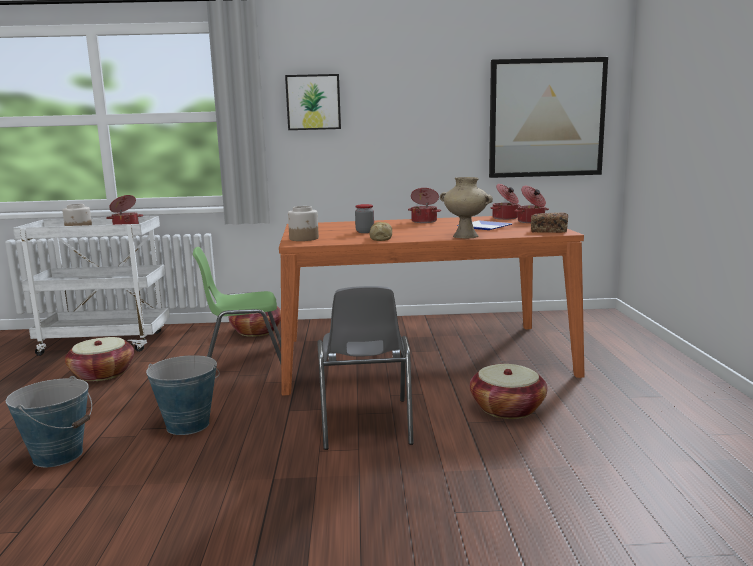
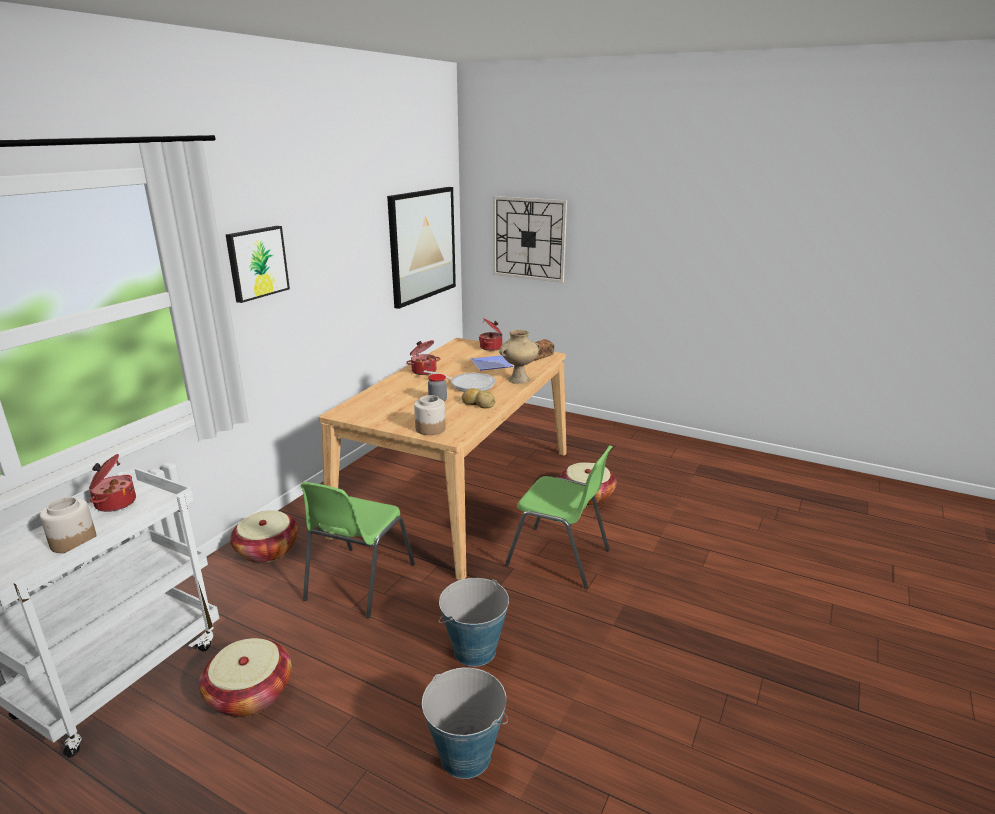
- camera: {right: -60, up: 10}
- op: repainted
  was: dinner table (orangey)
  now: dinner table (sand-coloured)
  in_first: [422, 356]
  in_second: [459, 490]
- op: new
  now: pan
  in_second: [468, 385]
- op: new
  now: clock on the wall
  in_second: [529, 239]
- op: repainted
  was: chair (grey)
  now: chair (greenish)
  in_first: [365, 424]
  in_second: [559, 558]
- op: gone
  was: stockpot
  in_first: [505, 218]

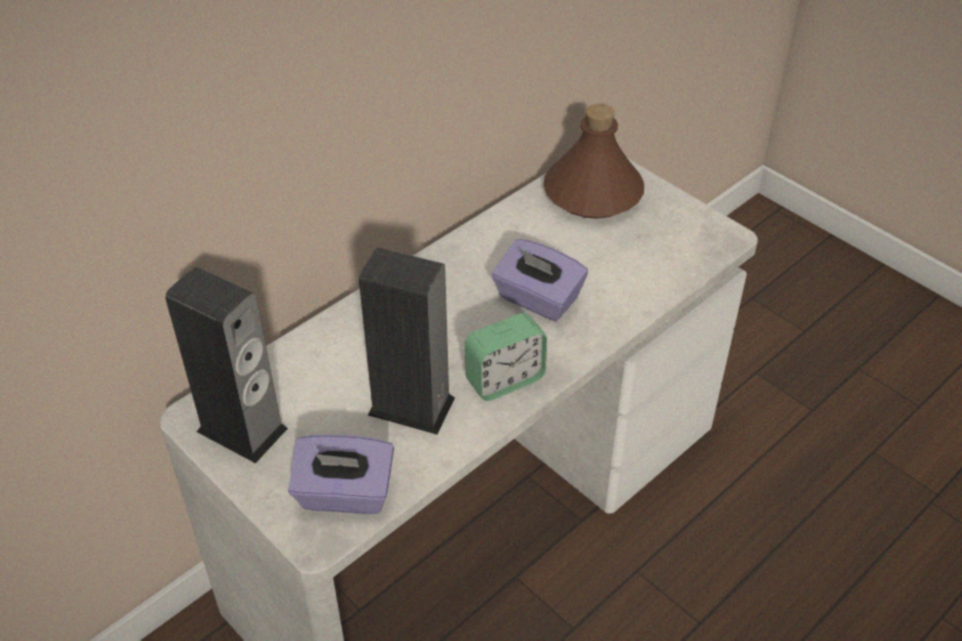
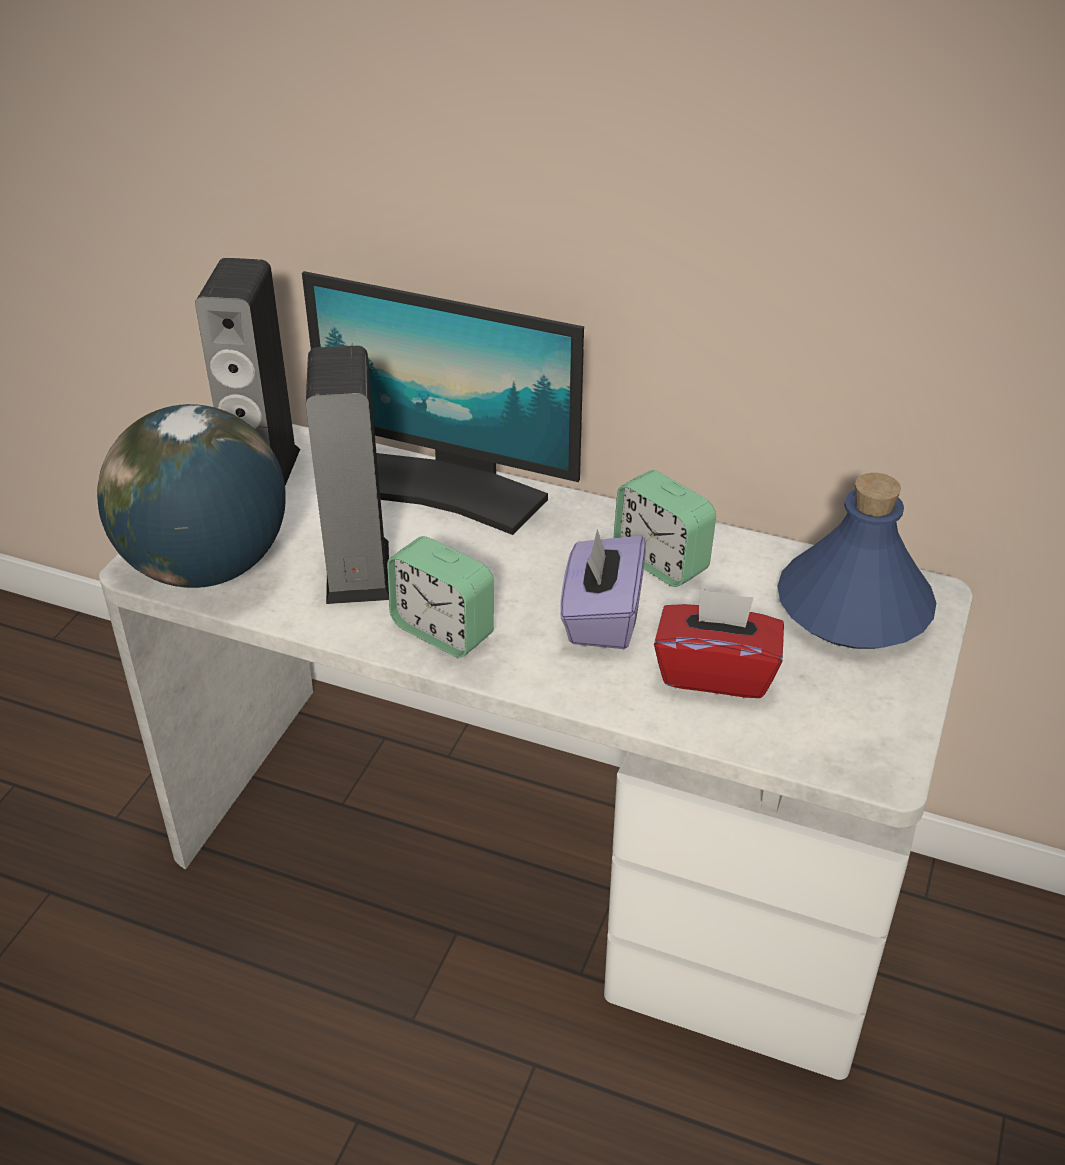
- camera: {right: 65, up: -5}
- op: swapped
  was: tissue box (purple)
  now: desk globe
  in_first: [344, 494]
  in_second: [208, 566]
- op: new
  now: computer screen
  in_second: [451, 491]
- op: new
  now: bedside clock
  in_second: [661, 561]
- op: new
  now: tissue box (red)
  in_second: [715, 672]
- op: repainted
  was: drink bottle (brown-coloured)
  now: drink bottle (blue-coloured)
  in_first: [593, 193]
  in_second: [854, 608]

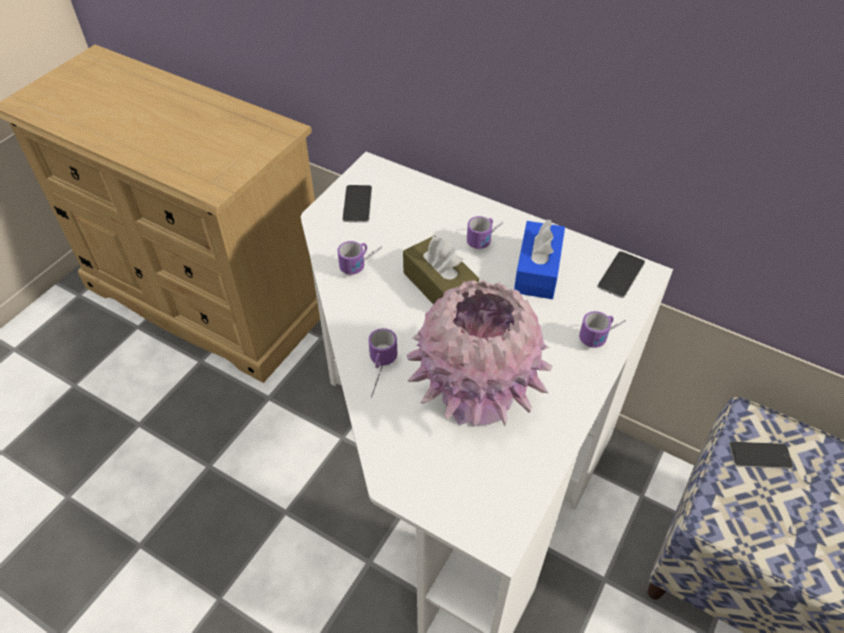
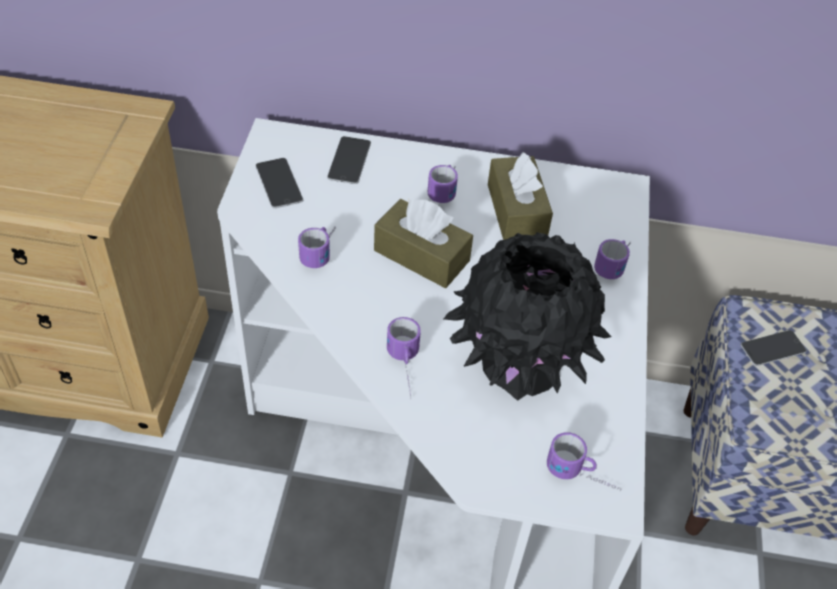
- camera: {right: -25, up: 0}
- op: shifted
  was: phone
  in_first: [621, 274]
  in_second: [349, 160]
- op: repainted
  was: flower vase (pink-coloured)
  now: flower vase (black)
  in_first: [475, 396]
  in_second: [519, 365]
- op: repainted
  was: tissue box (blue-coloured)
  now: tissue box (brown-coloured)
  in_first: [537, 270]
  in_second: [516, 211]
- op: new
  now: coffee mug
  in_second: [582, 478]

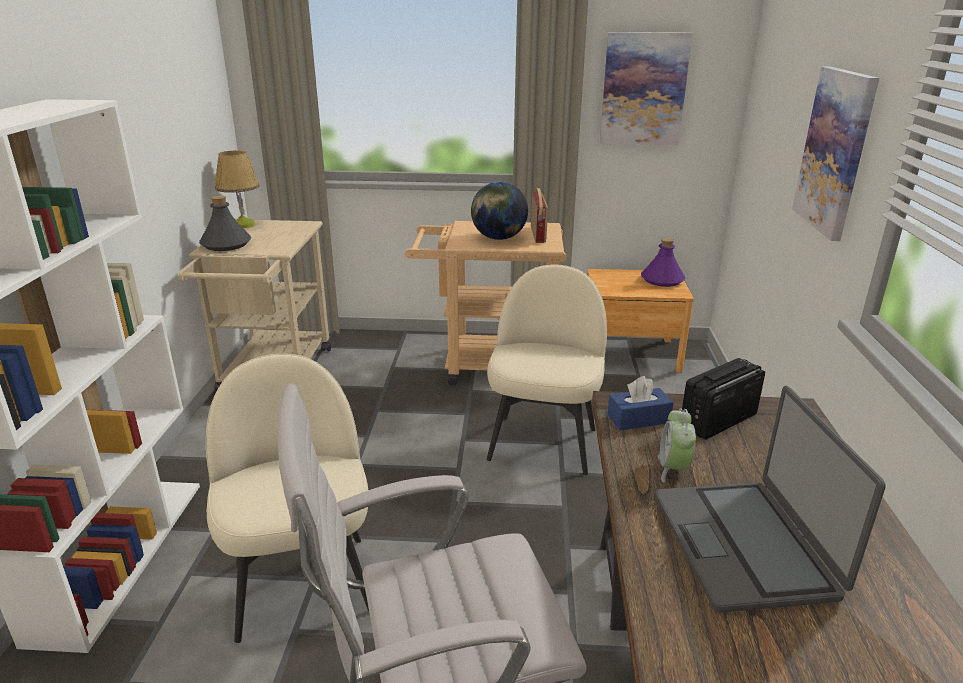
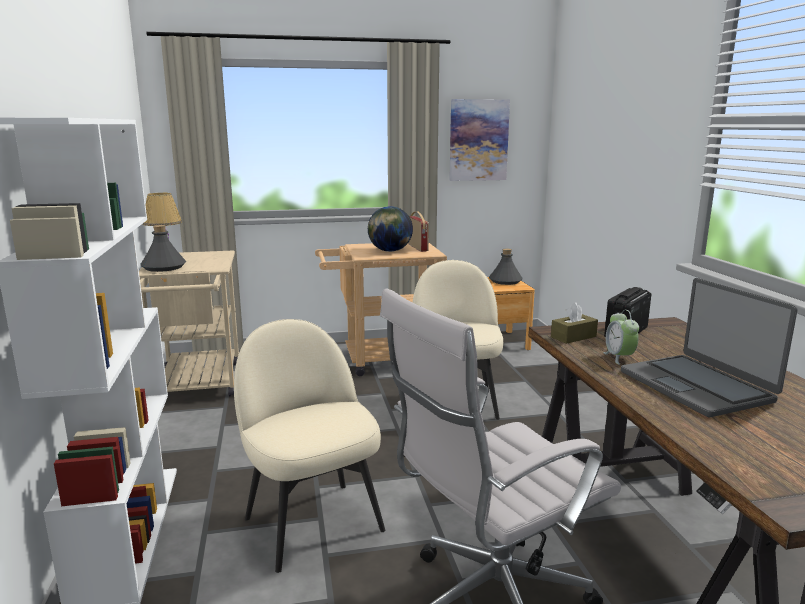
- camera: {right: -15, up: -10}
- op: repainted
  was: drink bottle (purple)
  now: drink bottle (grey)
  in_first: [662, 280]
  in_second: [505, 281]
- op: repainted
  was: tissue box (blue-coloured)
  now: tissue box (brown-coloured)
  in_first: [638, 419]
  in_second: [573, 337]
- op: gone
  was: picture
  in_first: [835, 151]

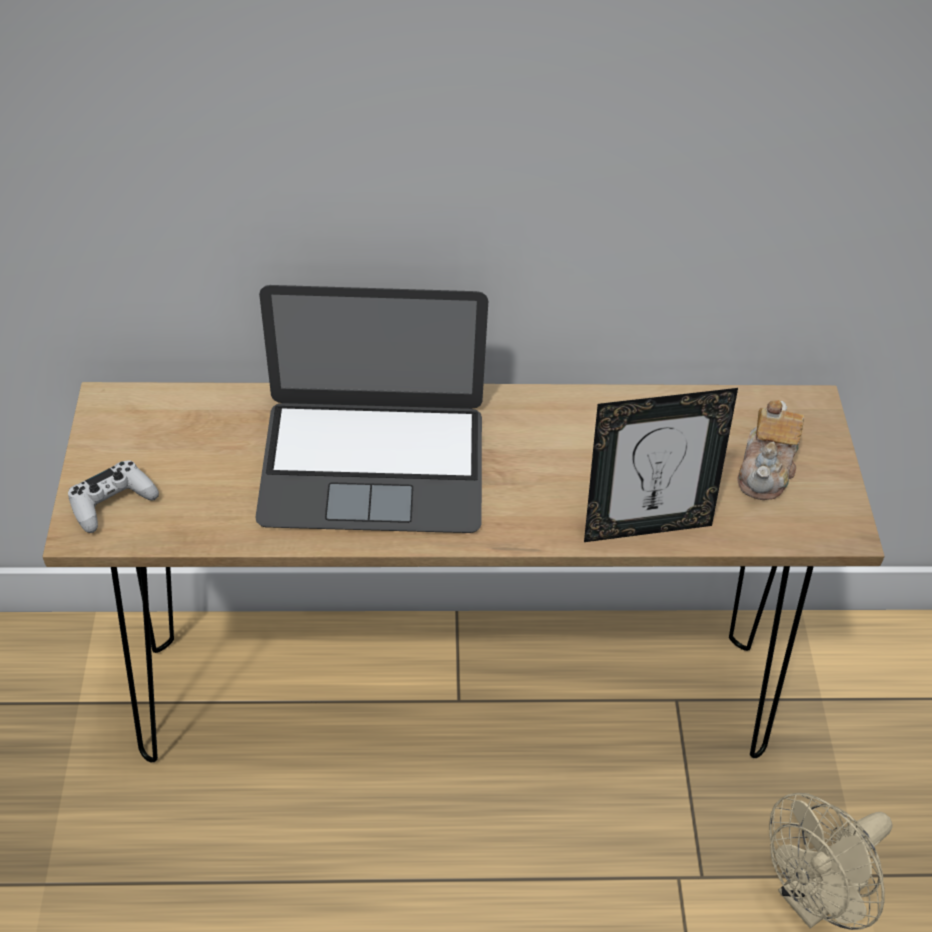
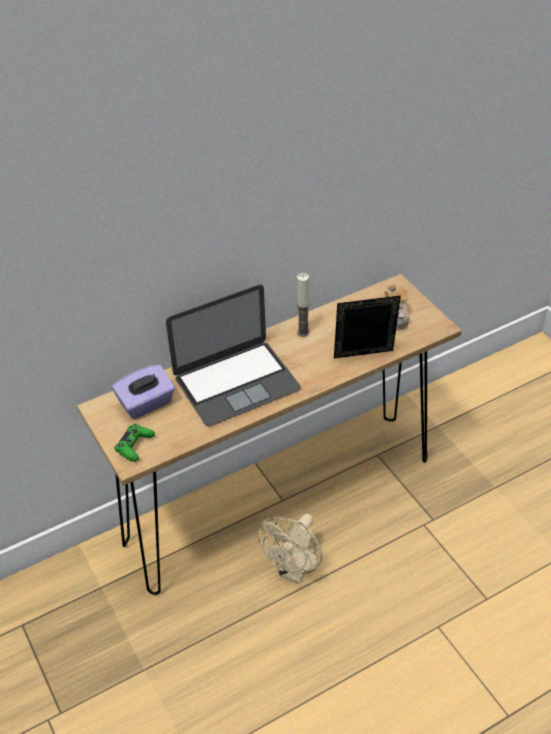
- camera: {right: -25, up: -5}
- op: new
  now: tissue box (purple)
  in_second: [146, 404]
- op: repainted
  was: gamepad (white)
  now: gamepad (greenish)
  in_first: [112, 502]
  in_second: [134, 446]
- op: shifted
  was: cooling fan (sand-coloured)
  in_first: [812, 898]
  in_second: [294, 570]
- op: new
  now: wax light
  in_second: [303, 332]
- op: rotated
  was: standing frame
  in_first: [645, 525]
  in_second: [364, 358]
  clockwise: -150

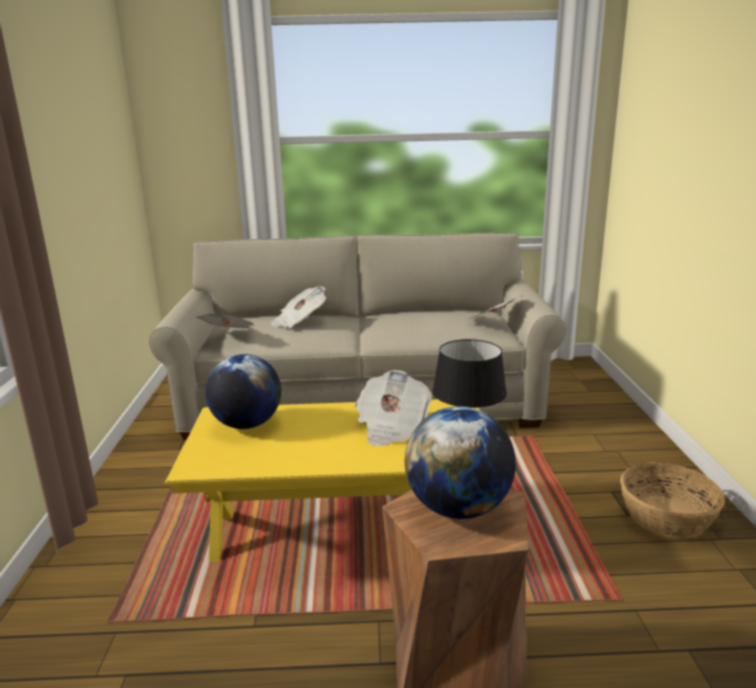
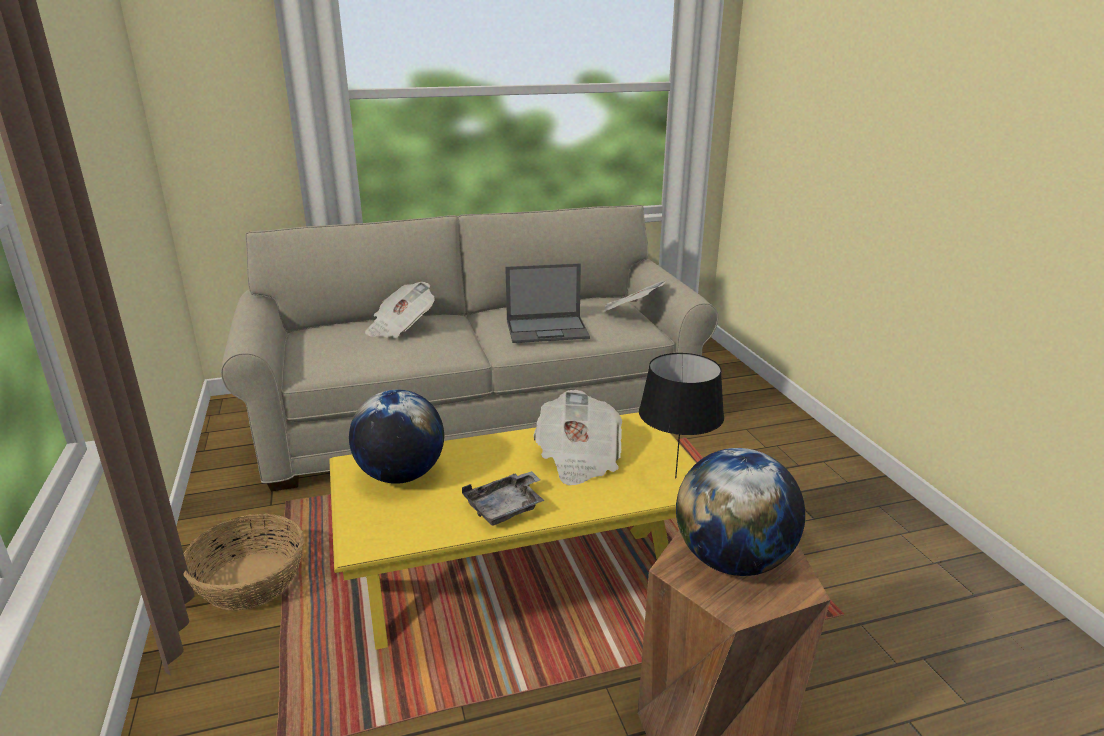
- camera: {right: -15, up: 5}
- op: shifted
  was: basket
  in_first: [665, 516]
  in_second: [250, 580]
- op: new
  now: tray (grey)
  in_second: [506, 507]
- op: new
  now: notebook computer
  in_second: [548, 329]
- op: gone
  was: daily paper
  in_first: [229, 336]

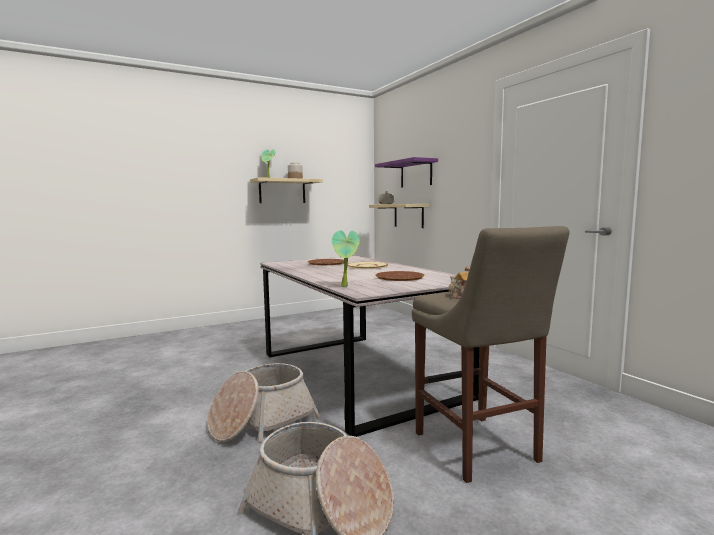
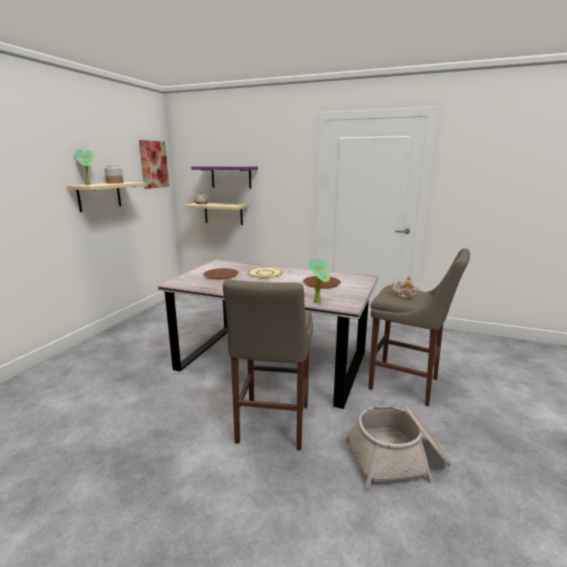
- camera: {right: -40, up: 10}
- op: new
  now: picture
  in_second: [153, 164]
- op: swapped
  was: basket
  now: stool (sand-coloured)
  in_first: [261, 421]
  in_second: [272, 426]

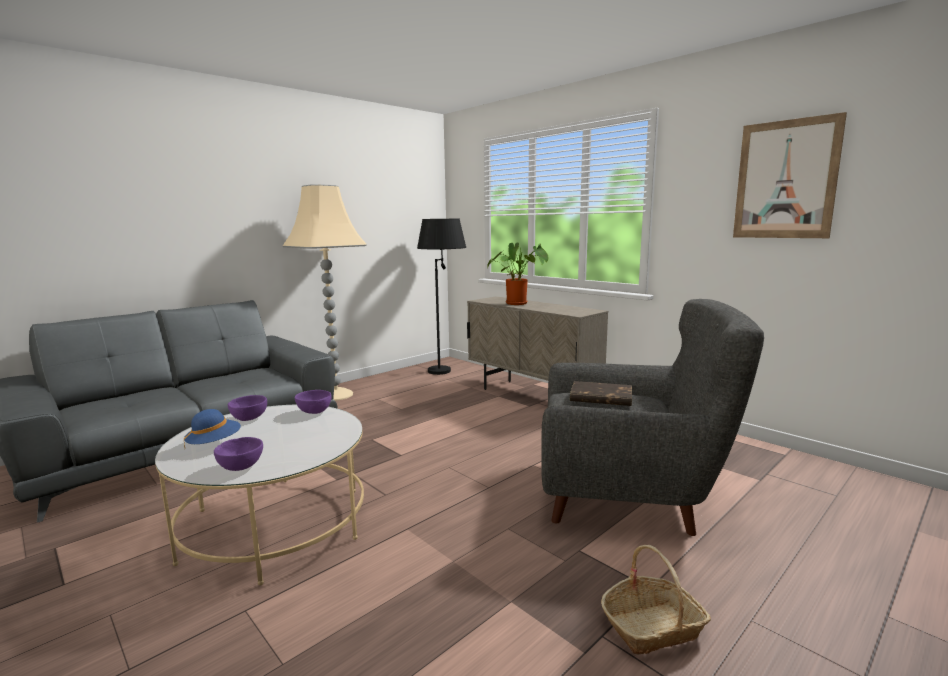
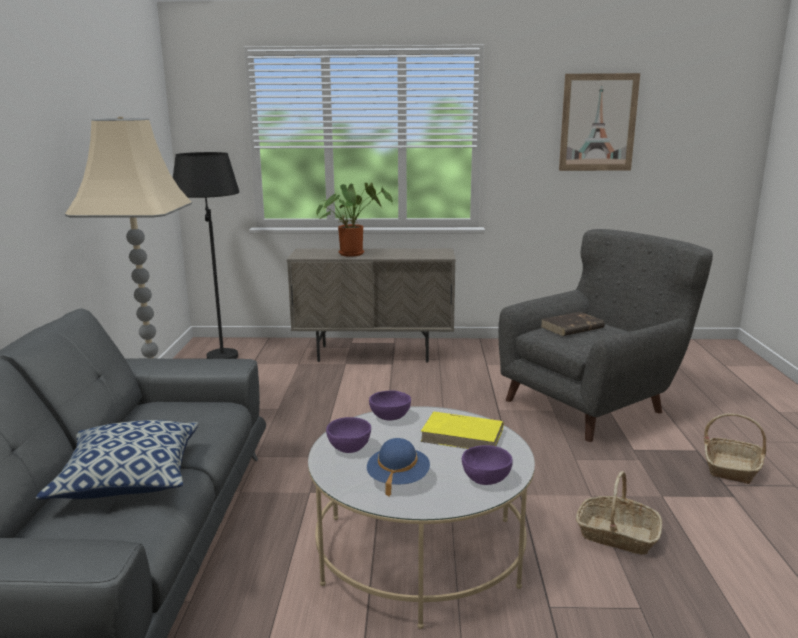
- camera: {right: -45, up: 5}
- op: new
  now: throw pillow
  in_second: [128, 478]
- op: new
  now: bound book (yellow)
  in_second: [463, 435]
- op: new
  now: basket
  in_second: [616, 535]

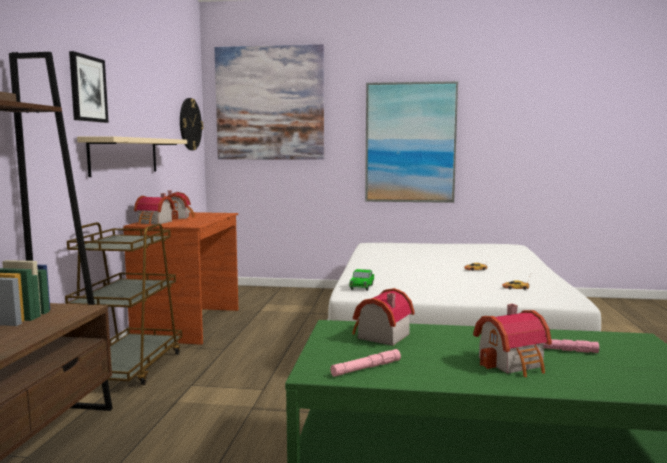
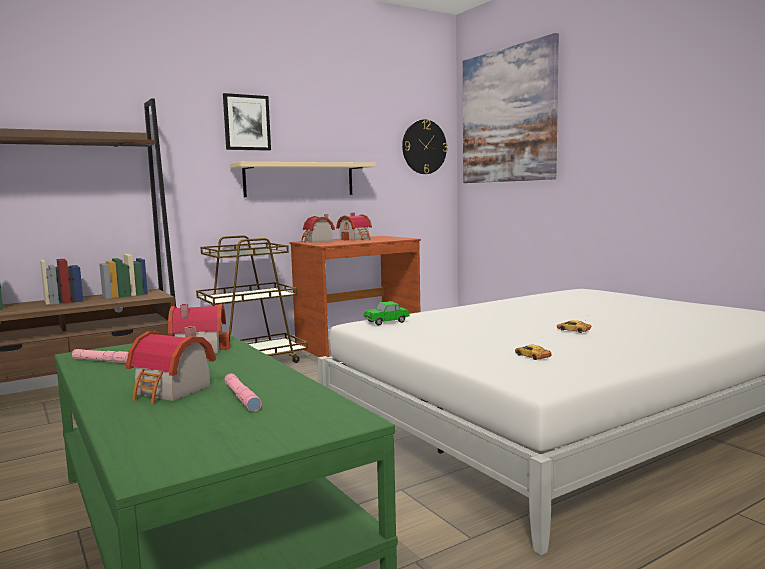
- camera: {right: 50, up: 0}
- op: gone
  was: picture
  in_first: [410, 143]

